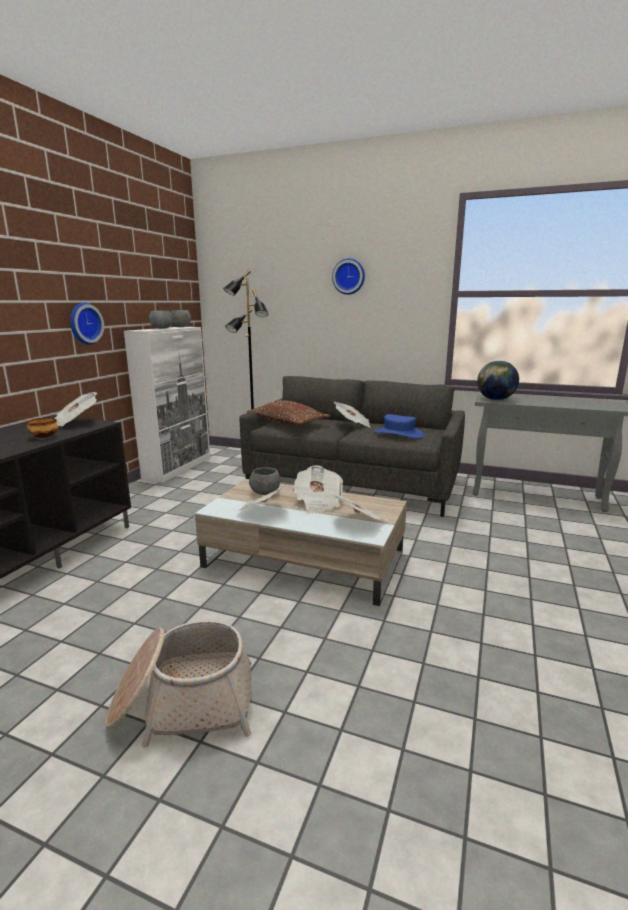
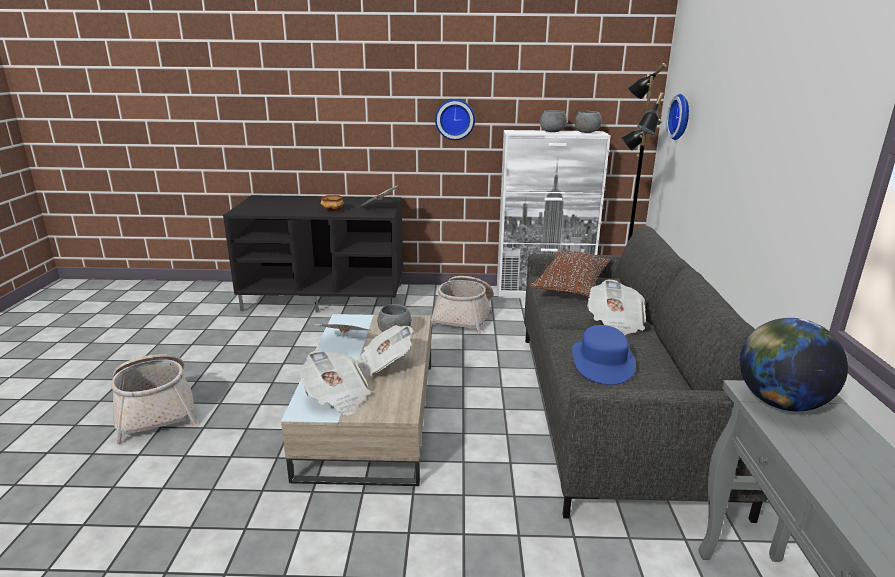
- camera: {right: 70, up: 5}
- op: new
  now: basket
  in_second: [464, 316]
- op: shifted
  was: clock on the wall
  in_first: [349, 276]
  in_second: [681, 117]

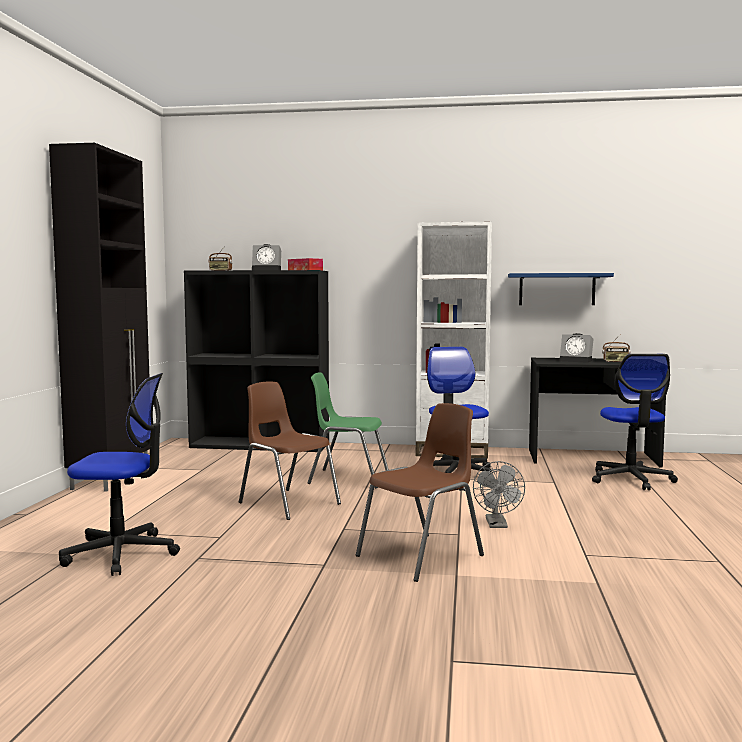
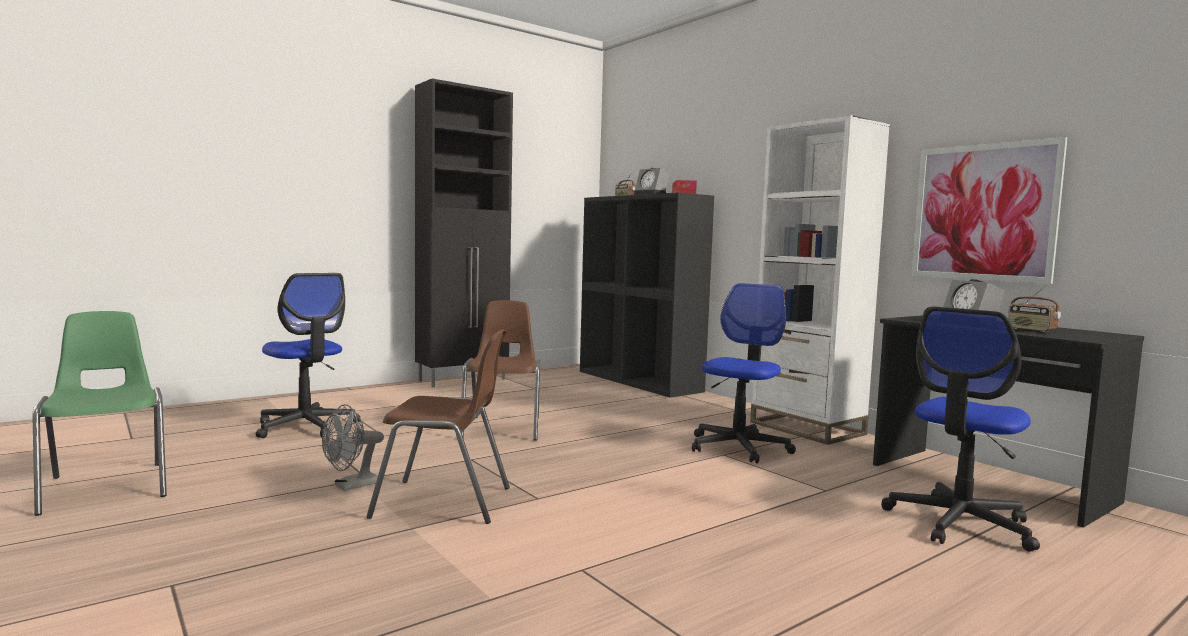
- camera: {right: 45, up: 0}
- op: shifted
  was: chair (greenish)
  in_first: [347, 478]
  in_second: [107, 486]
- op: shifted
  was: cooling fan (grey)
  in_first: [497, 525]
  in_second: [351, 486]
- op: swapped
  was: bracket shelf (blue-coloured)
  now: picture
  in_first: [557, 289]
  in_second: [983, 212]

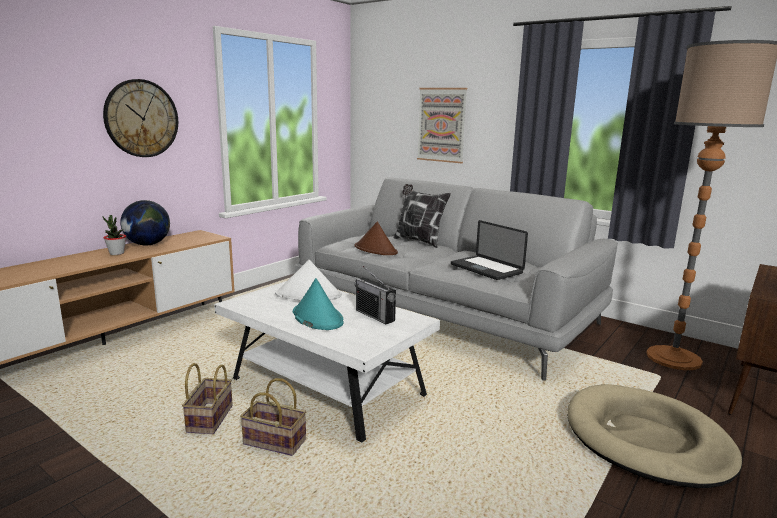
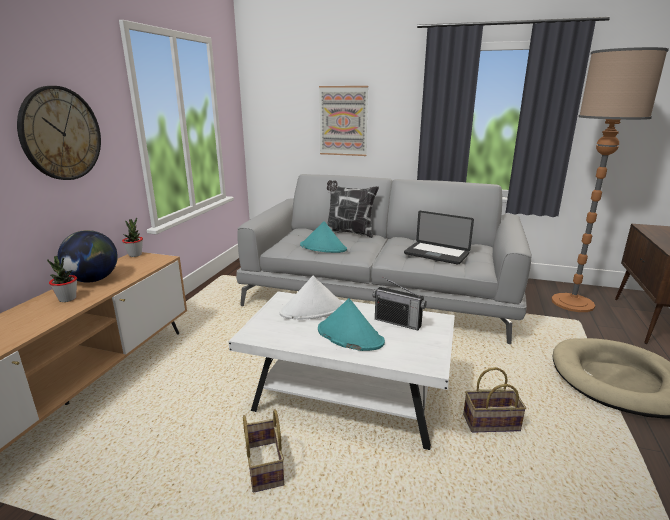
- camera: {right: -20, up: 5}
- op: new
  now: plant in a pot
  in_second: [135, 255]
- op: repainted
  was: clothing hat (brown-coloured)
  now: clothing hat (turquoise-coloured)
  in_first: [376, 250]
  in_second: [323, 247]
- op: shifted
  was: basket
  in_first: [272, 443]
  in_second: [490, 424]

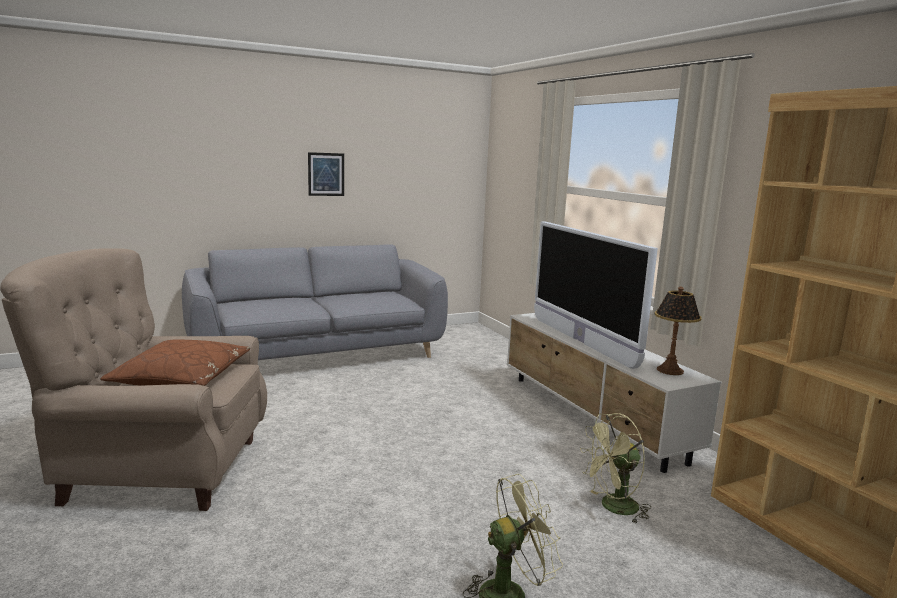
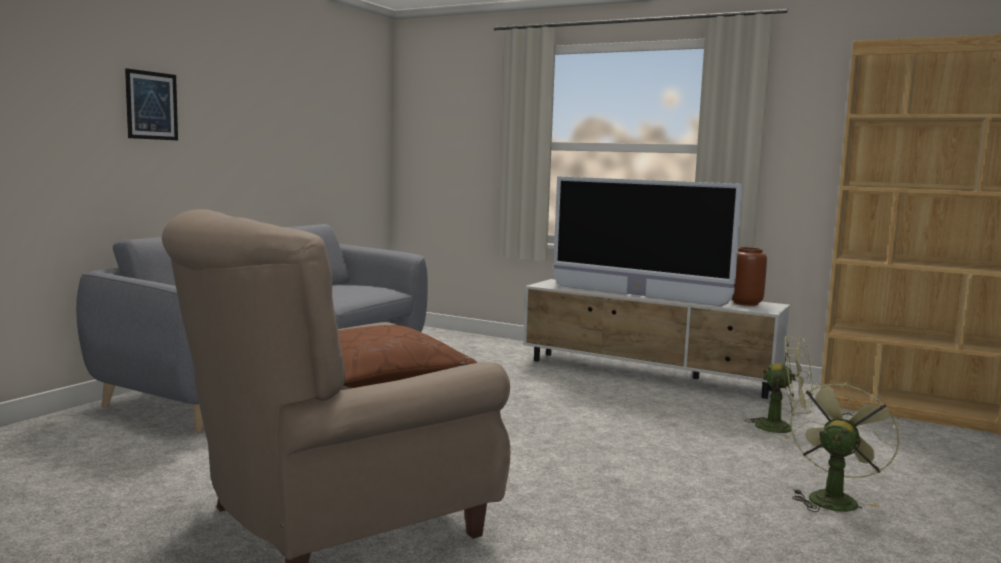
- camera: {right: -35, up: -5}
- op: shifted
  was: picture
  in_first: [326, 174]
  in_second: [152, 105]
- op: swapped
  was: lamp for a table
  now: flower vase (brown-coloured)
  in_first: [670, 370]
  in_second: [745, 303]
- op: rotated
  was: cooling fan (greenish)
  in_first: [613, 508]
  in_second: [783, 428]
  clockwise: -105

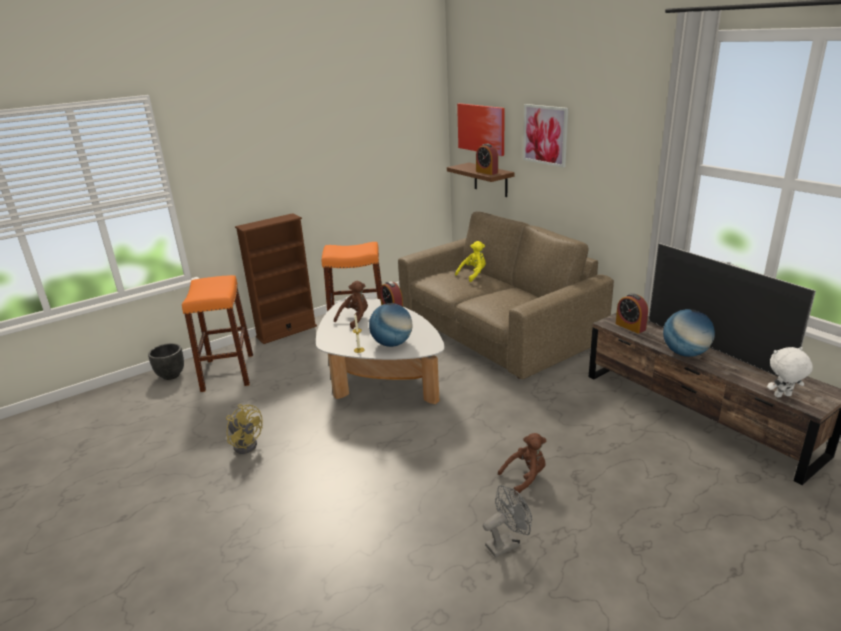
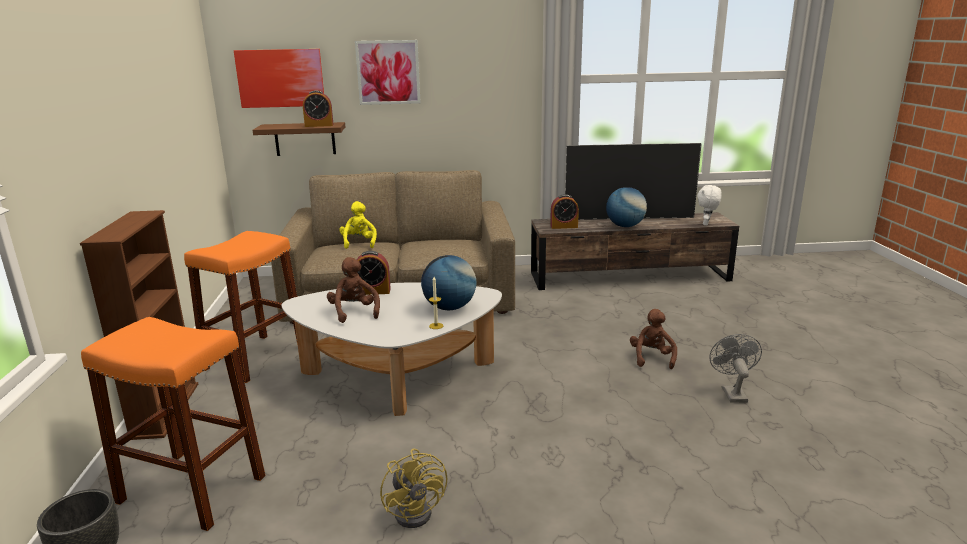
- camera: {right: -60, up: -5}
- op: rotated
  was: cooling fan (yellow)
  in_first: [246, 443]
  in_second: [418, 510]
  clockwise: 90

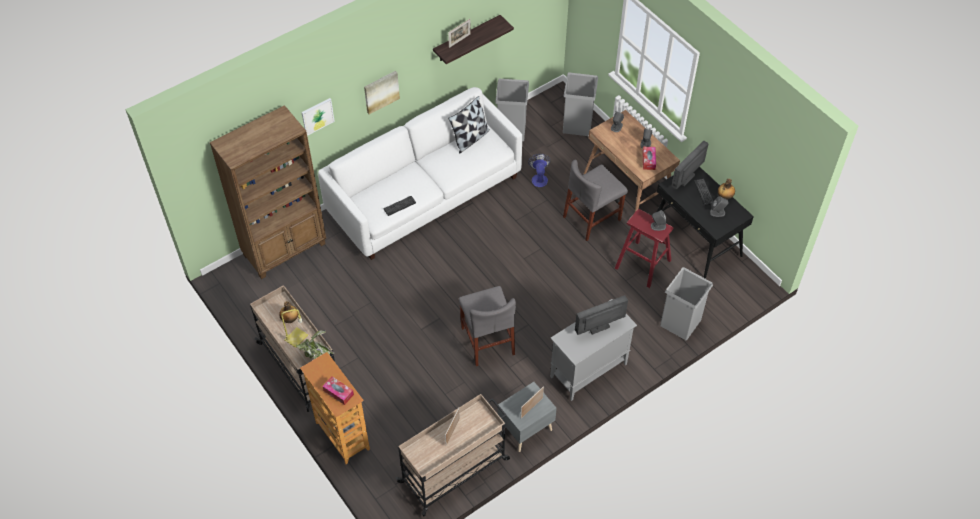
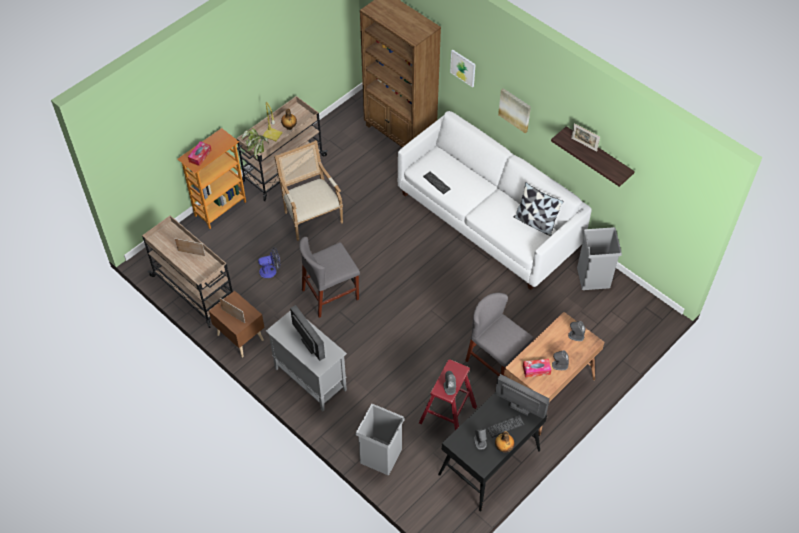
- camera: {right: 80, up: 0}
- op: repainted
  was: night table (grey)
  now: night table (brown-coloured)
  in_first: [525, 429]
  in_second: [240, 336]
- op: shifted
  was: cooling fan
  in_first: [539, 178]
  in_second: [271, 270]
- op: new
  now: lounge chair
  in_second: [311, 216]
- op: gone
  was: trash can (grey)
  in_first: [577, 124]

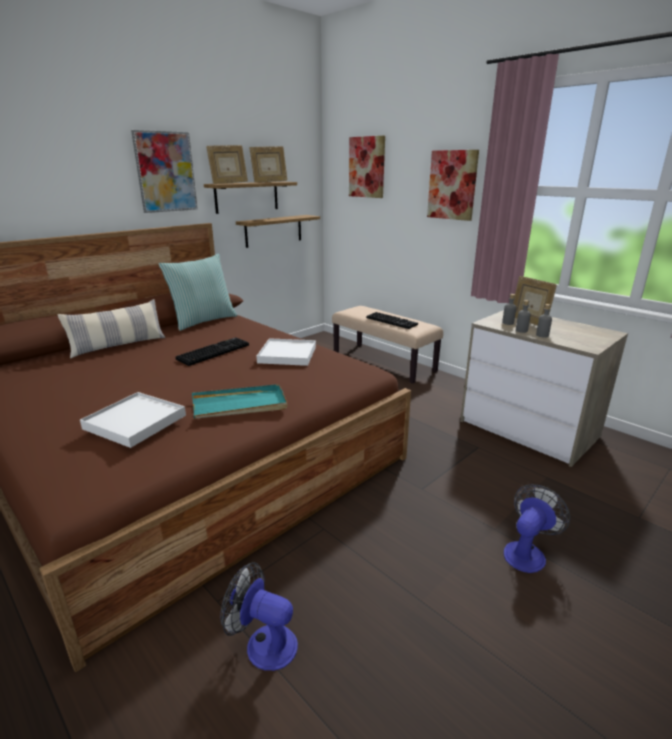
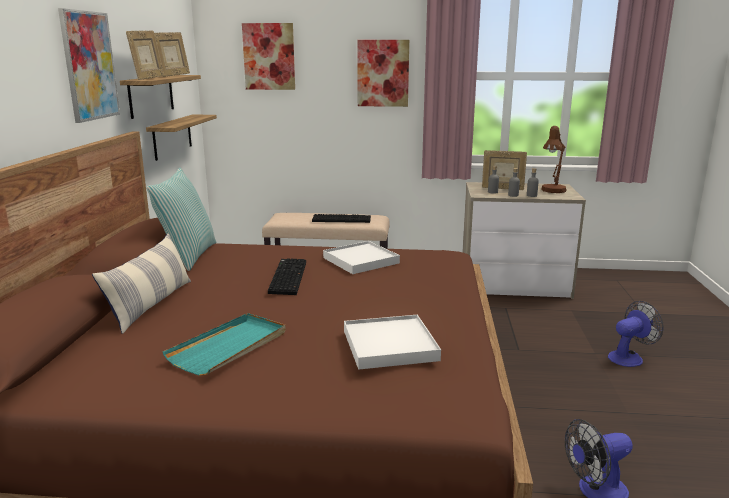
- camera: {right: -40, up: -5}
- op: shifted
  was: tray (turquoise-coloured)
  in_first: [240, 405]
  in_second: [229, 347]
- op: new
  now: lamp for a table (brown-coloured)
  in_second: [552, 191]
- op: rotated
  was: cooling fan
  in_first: [527, 552]
  in_second: [629, 357]
  clockwise: 60

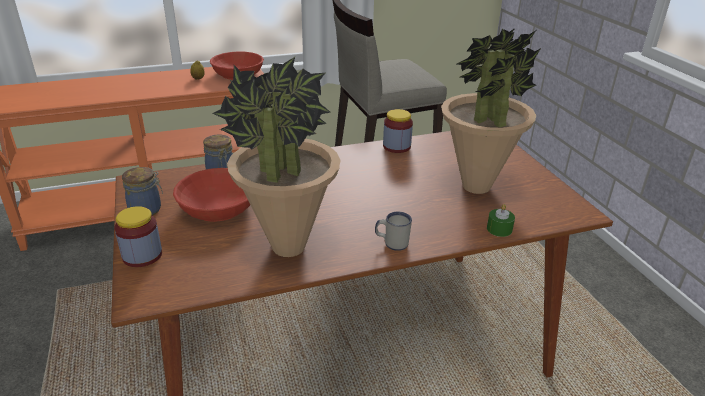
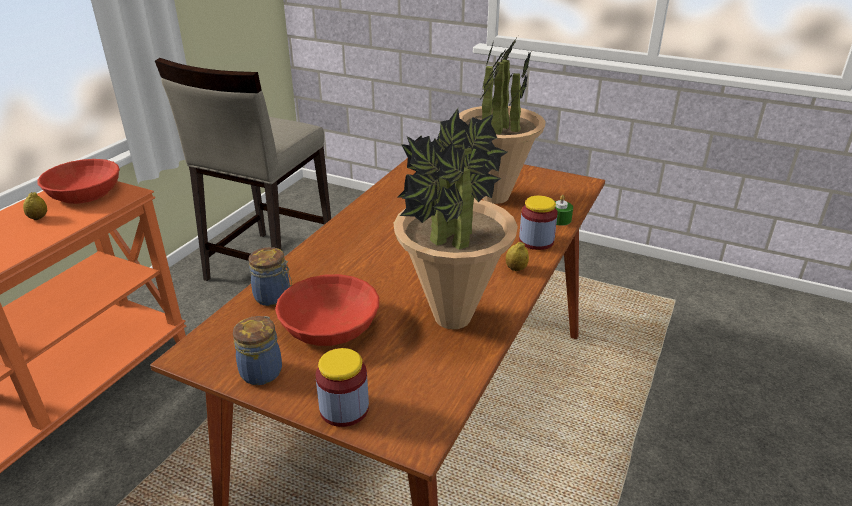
- camera: {right: -45, up: 0}
- op: swapped
  was: coffee mug (white)
  now: whole lemon
  in_first: [392, 243]
  in_second: [516, 269]
- op: shifted
  was: storage jar
  in_first: [396, 146]
  in_second: [536, 241]

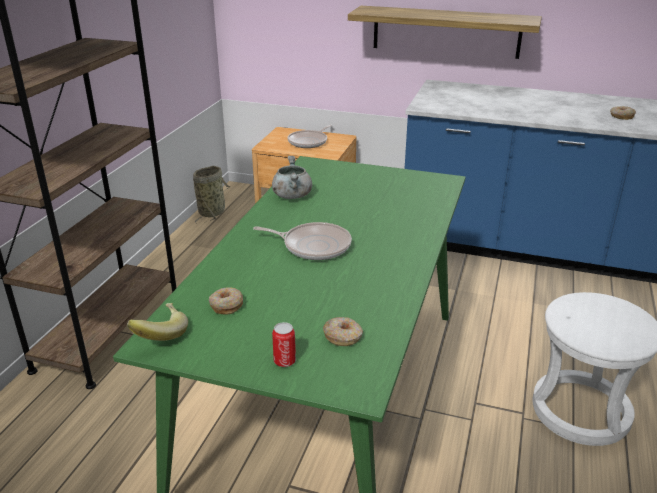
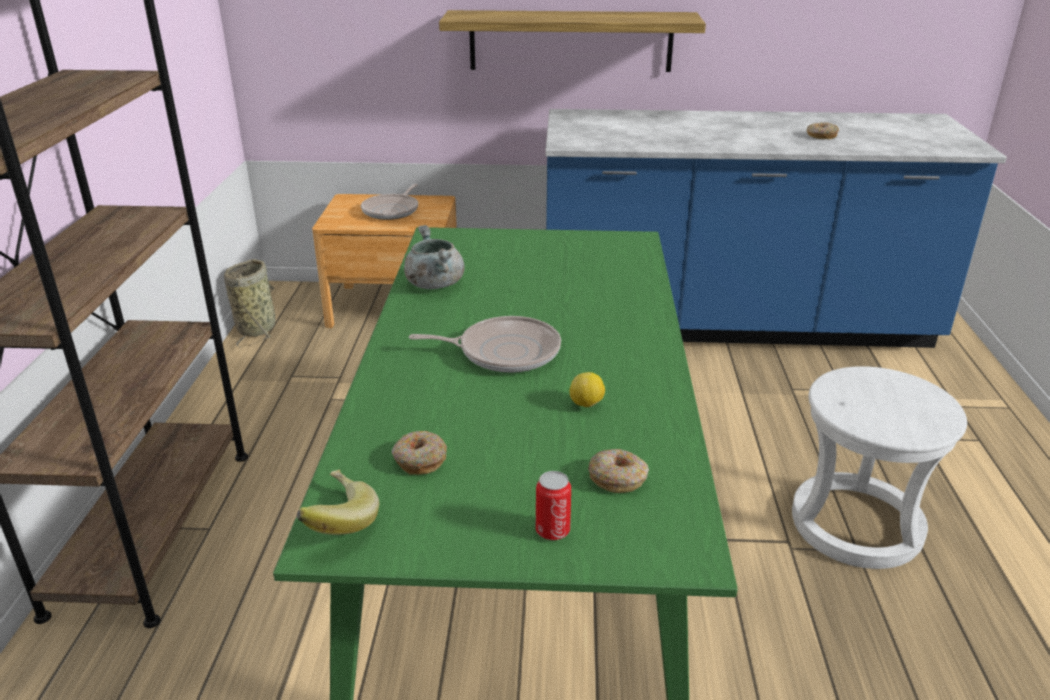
- camera: {right: -15, up: 0}
- op: new
  now: whole lemon
  in_second: [586, 405]

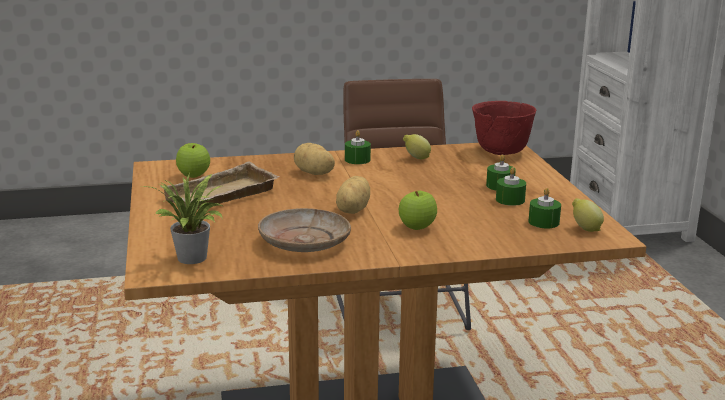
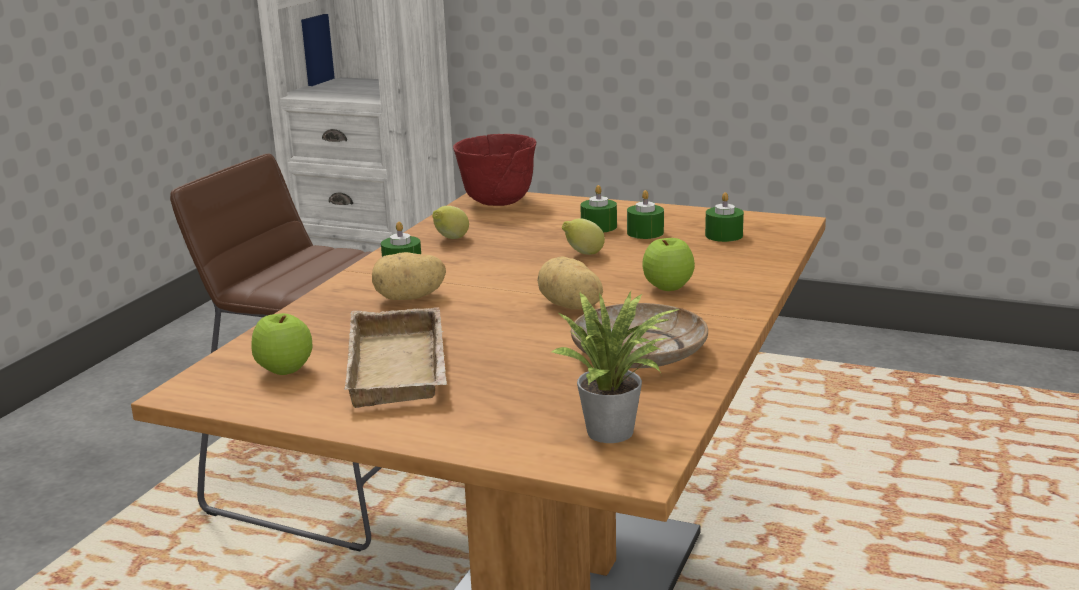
- camera: {right: -55, up: 0}
- op: shifted
  was: whole lemon
  in_first: [585, 229]
  in_second: [583, 254]

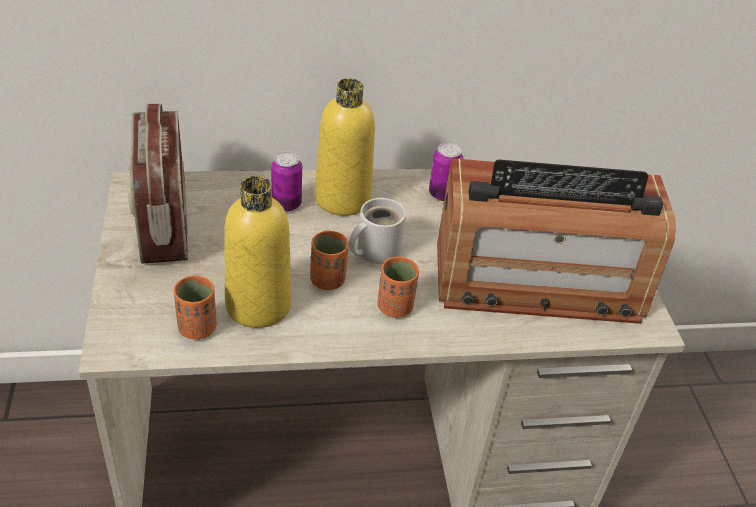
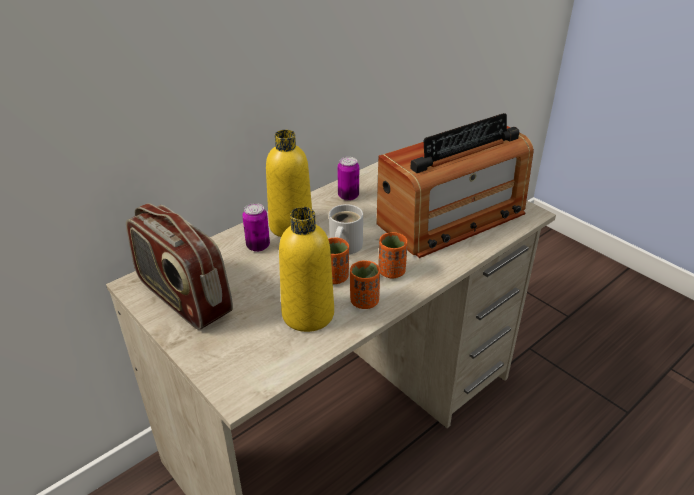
- camera: {right: -30, up: -5}
- op: shifted
  was: small cup (orangey)
  in_first: [197, 328]
  in_second: [364, 301]

